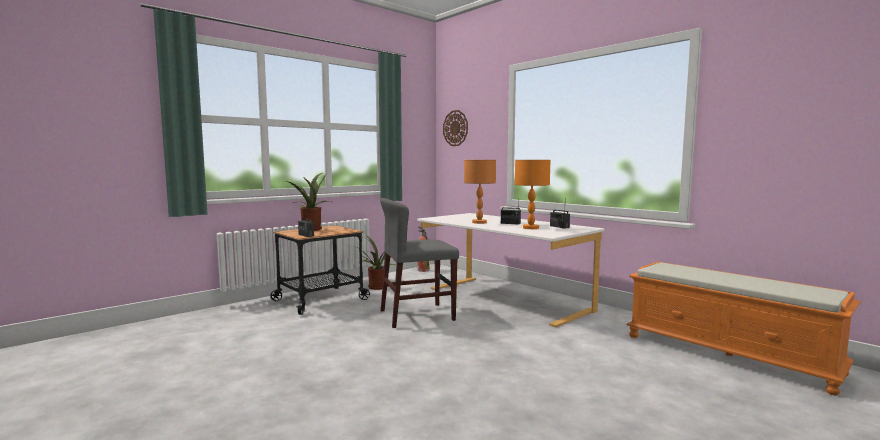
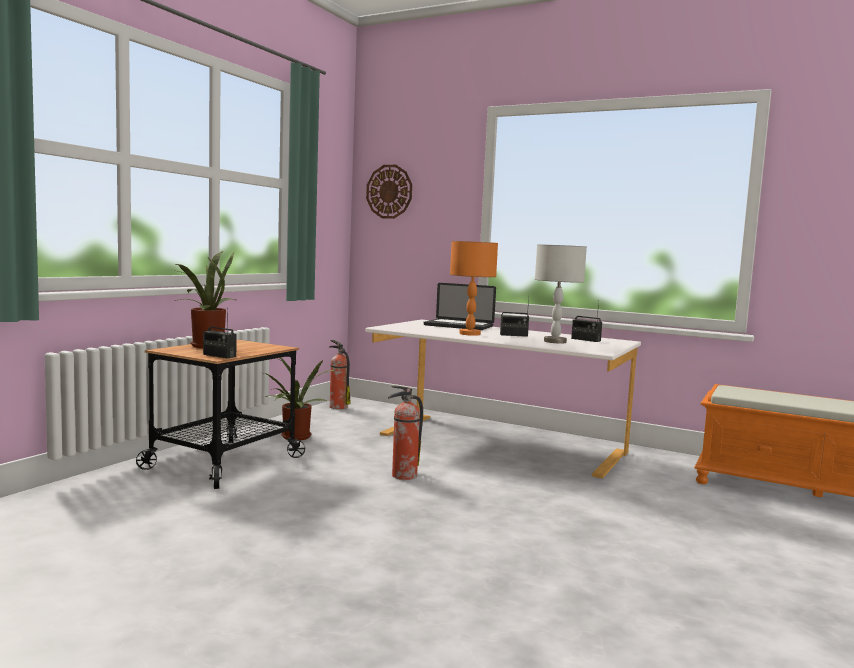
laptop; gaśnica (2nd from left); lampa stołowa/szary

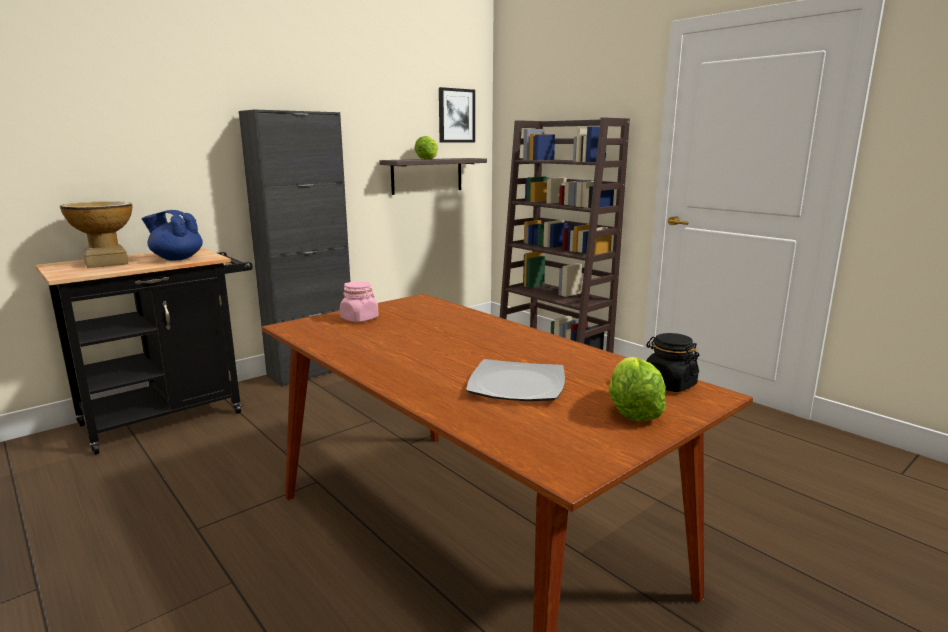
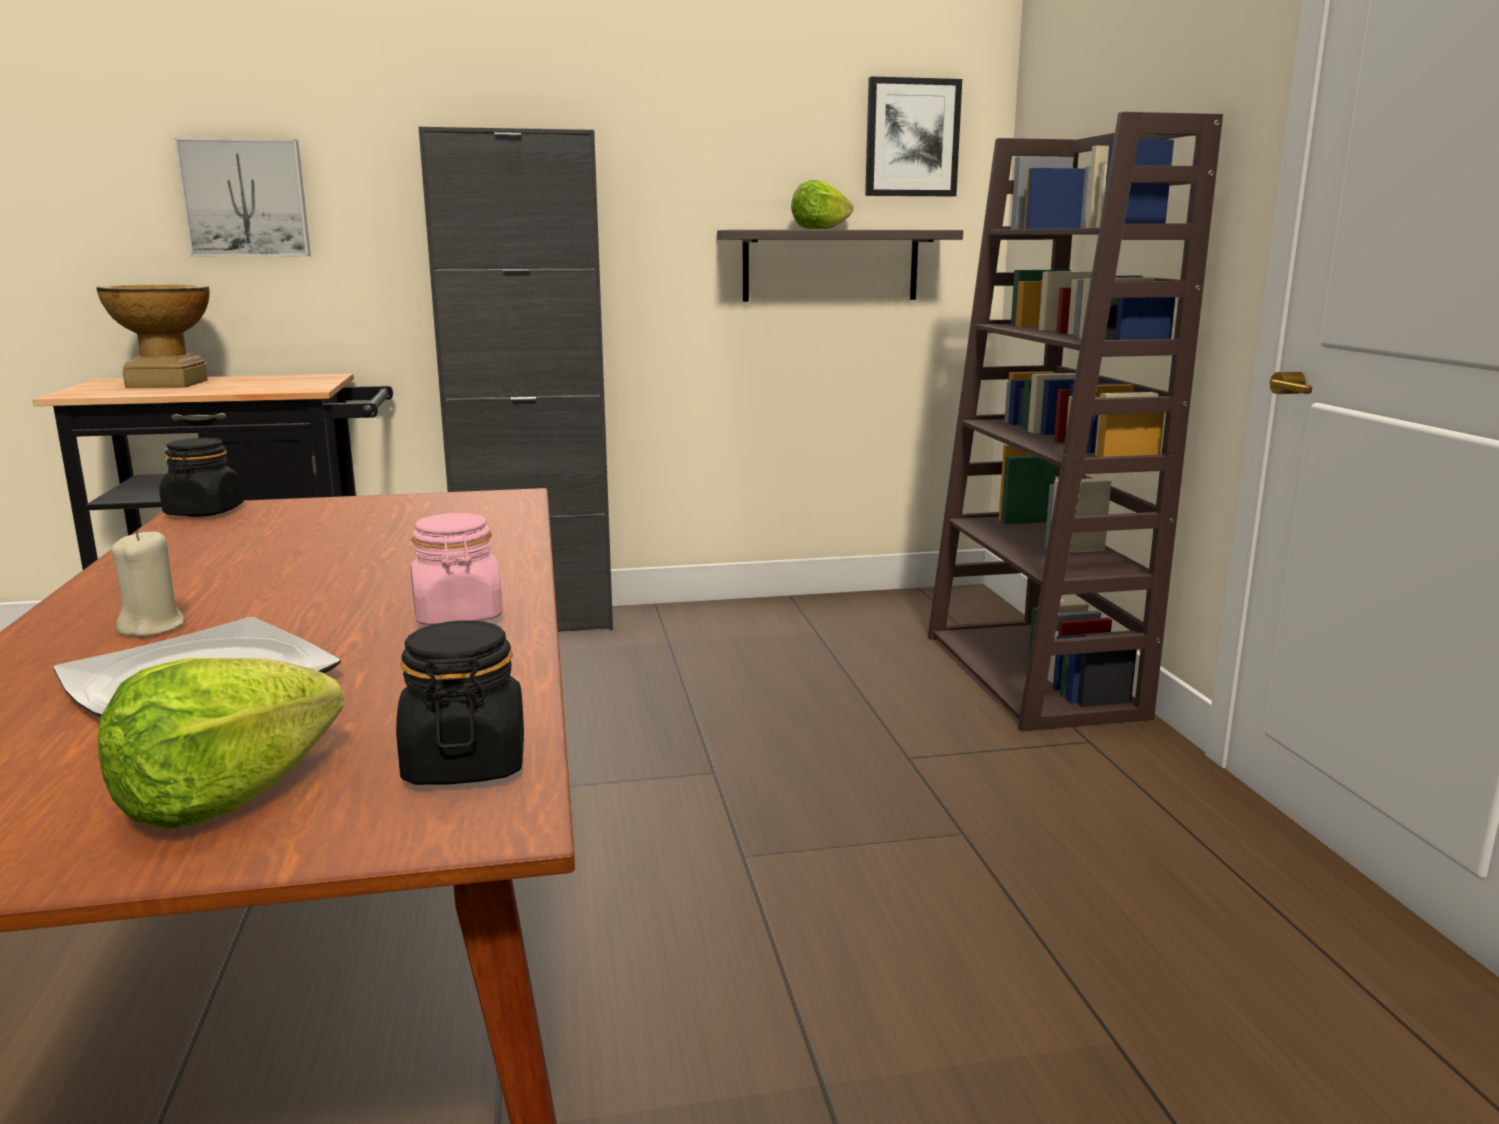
imbryk/niebieski; świeca/beżowy; słoik/czarny (1st from left); obraz (1st from left); słoik/różowy

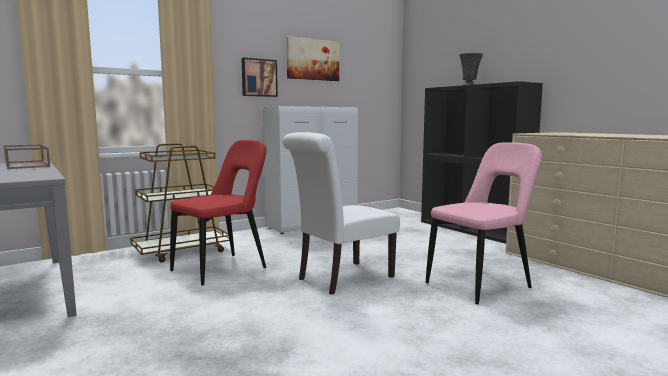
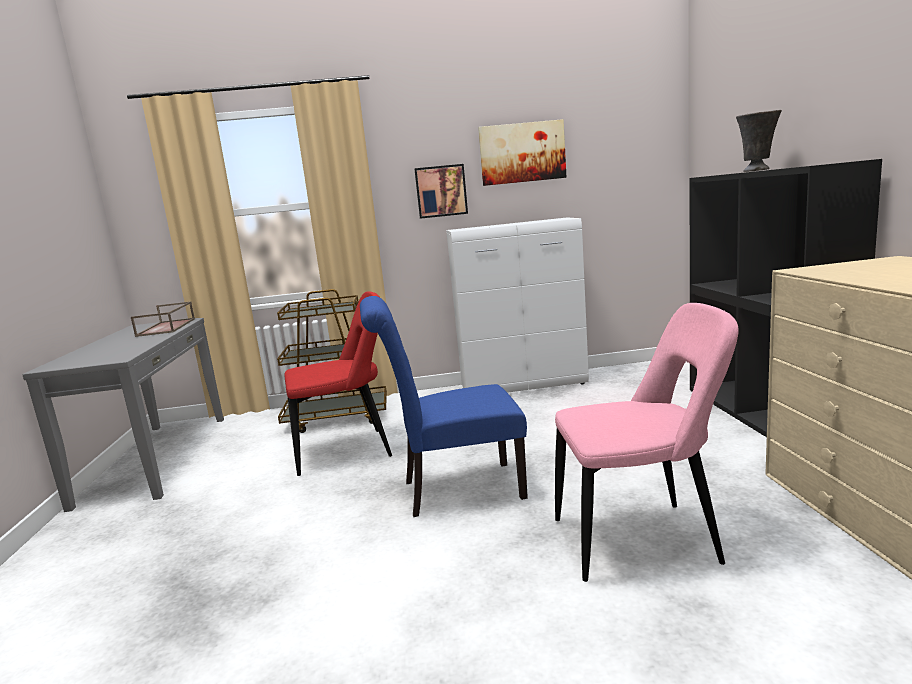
krzesło/niebieski

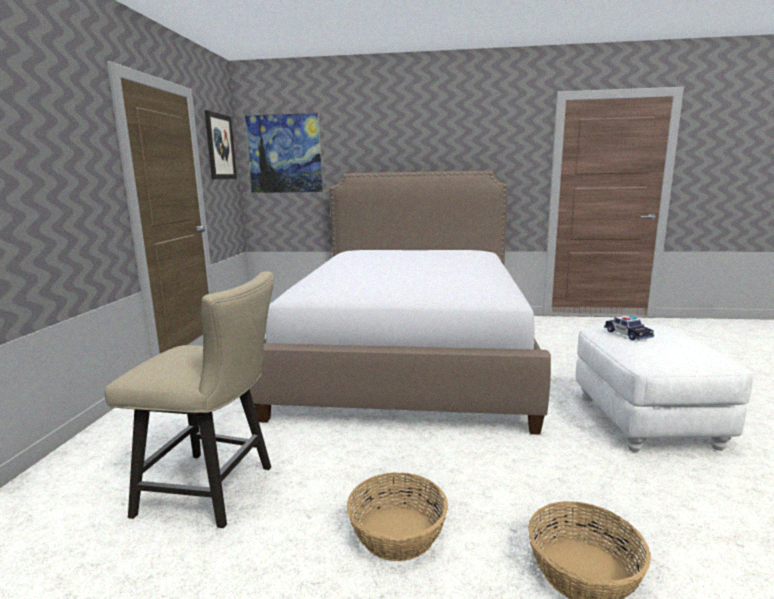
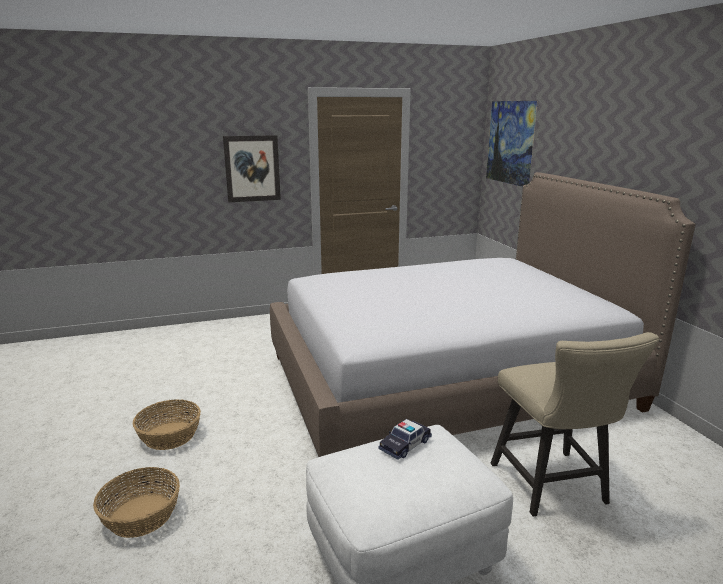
krzesło/beżowy; obraz (1st from left)

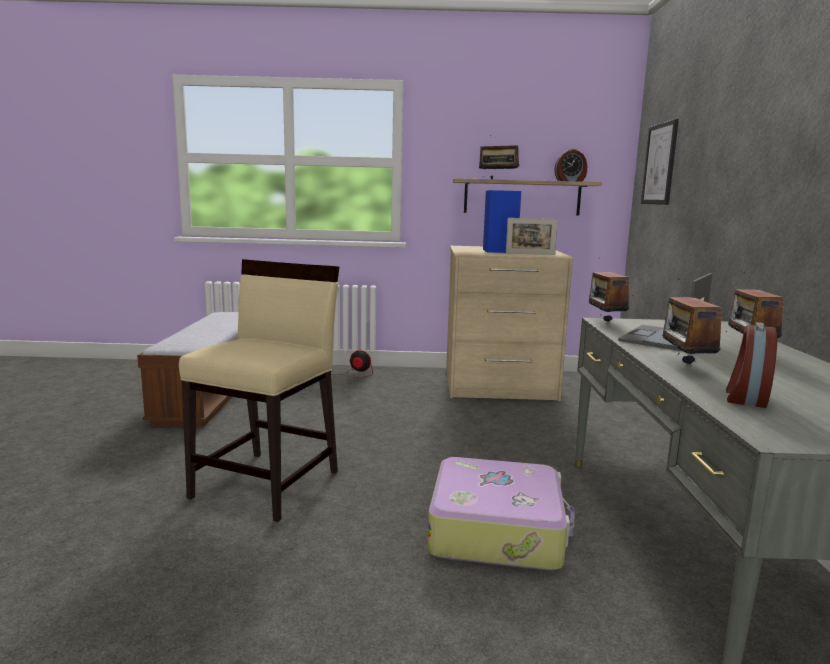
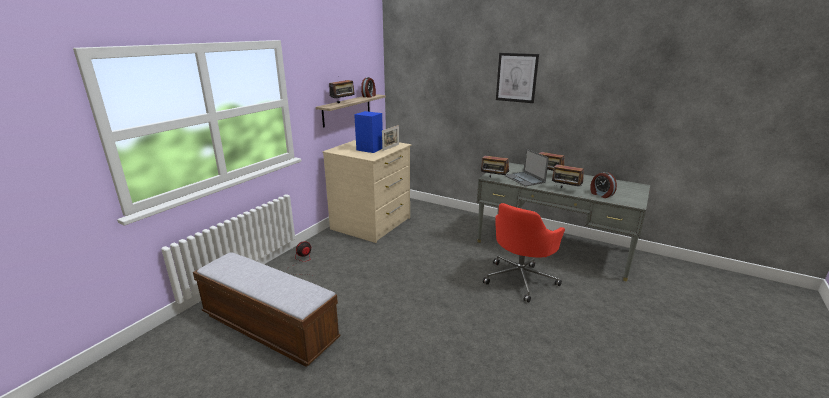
krzesło/beżowy; obraz; krzesło biurowe/czerwony

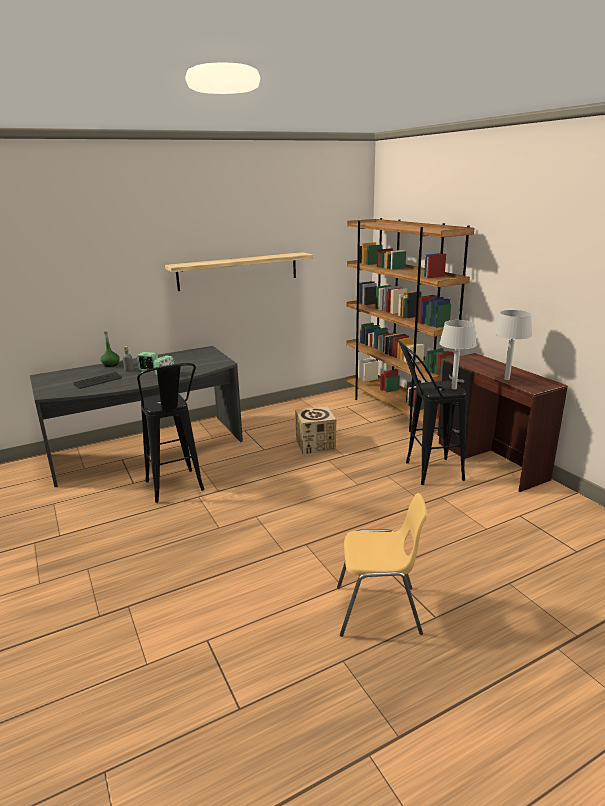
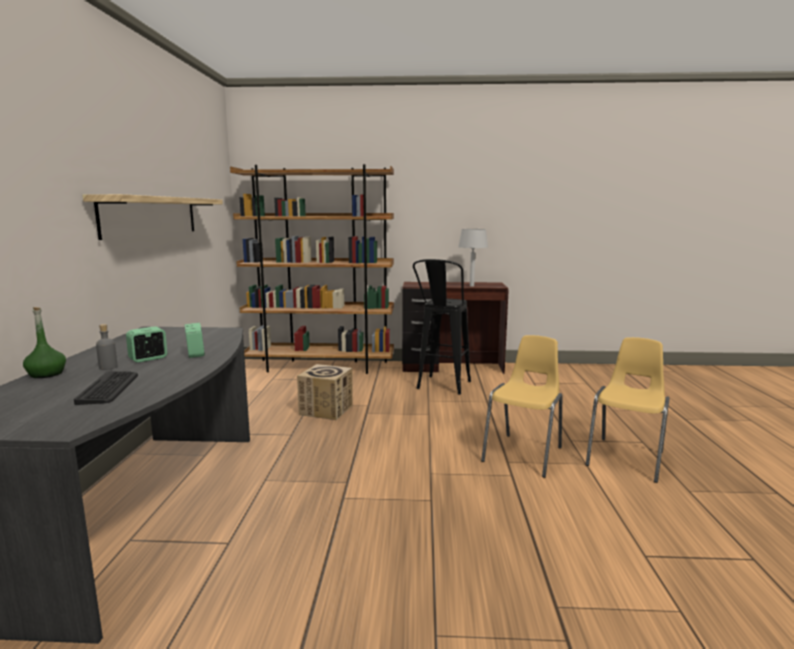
stołek/czarny (1st from left in the first image); lampa stołowa/szary (1st from left in the first image); krzesło/żółty (1st from left)

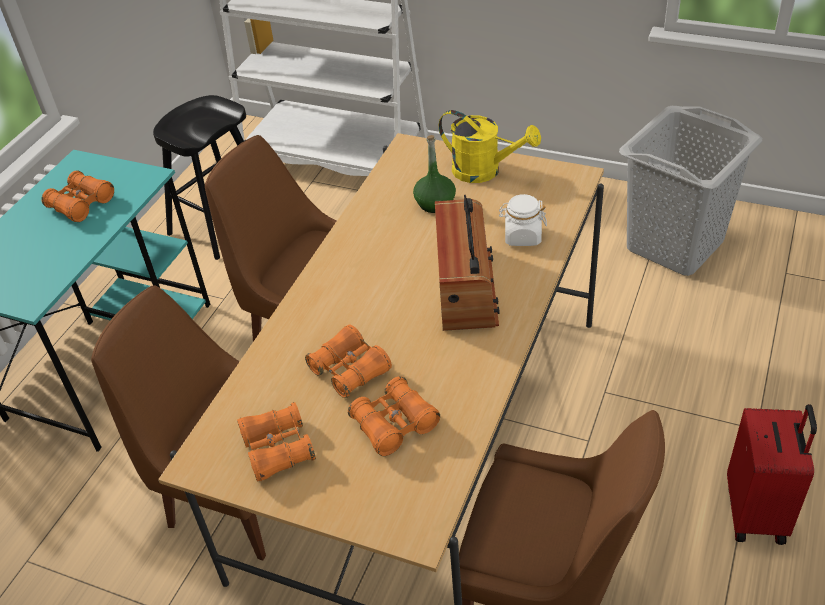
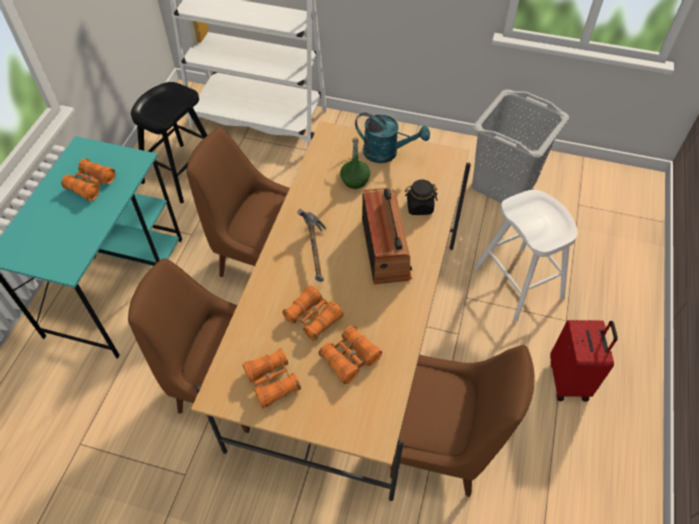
młotek; stołek/biały; konewka/turkusowy; słoik/czarny

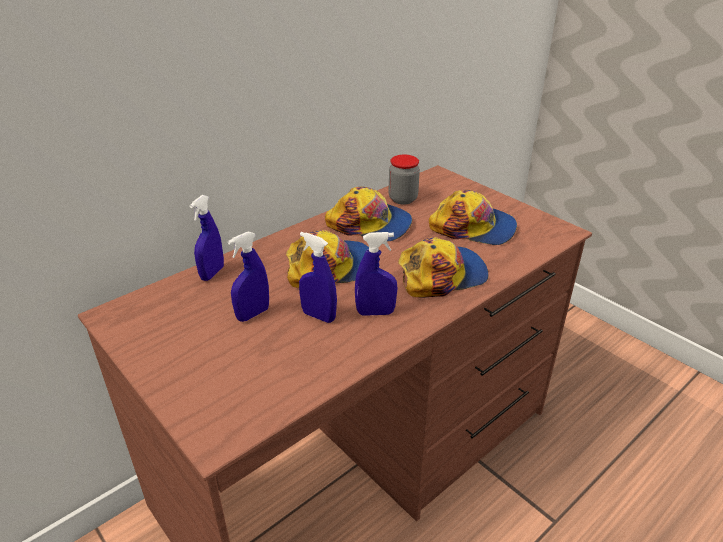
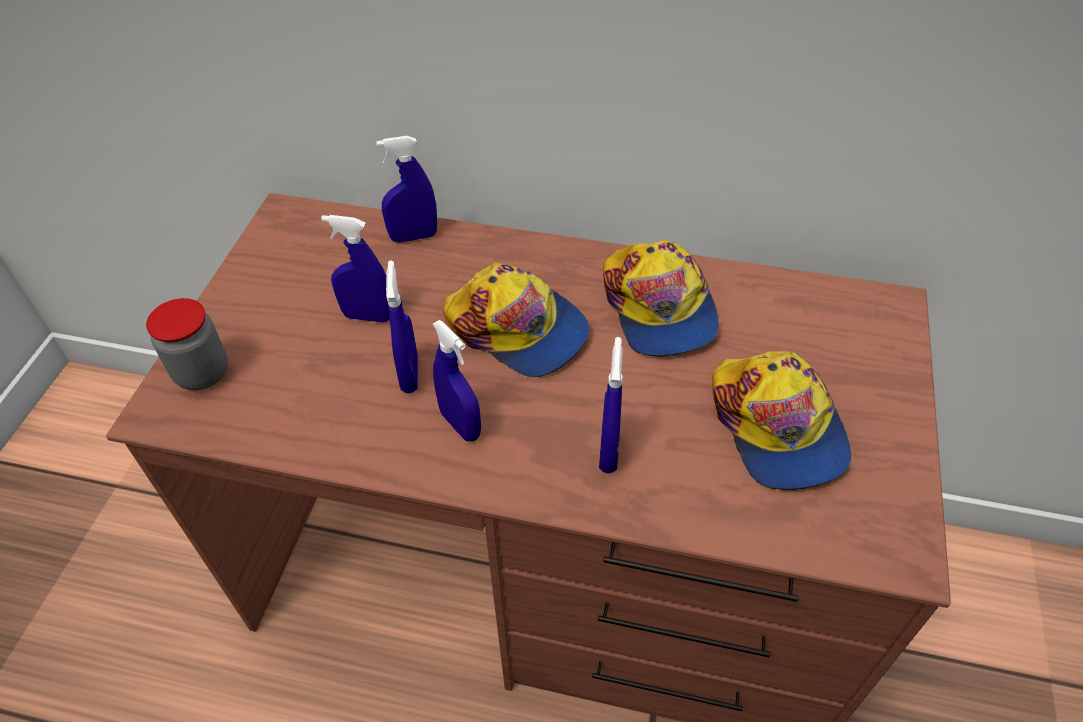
słoik; spryskiwacz/niebieski (5th from left)

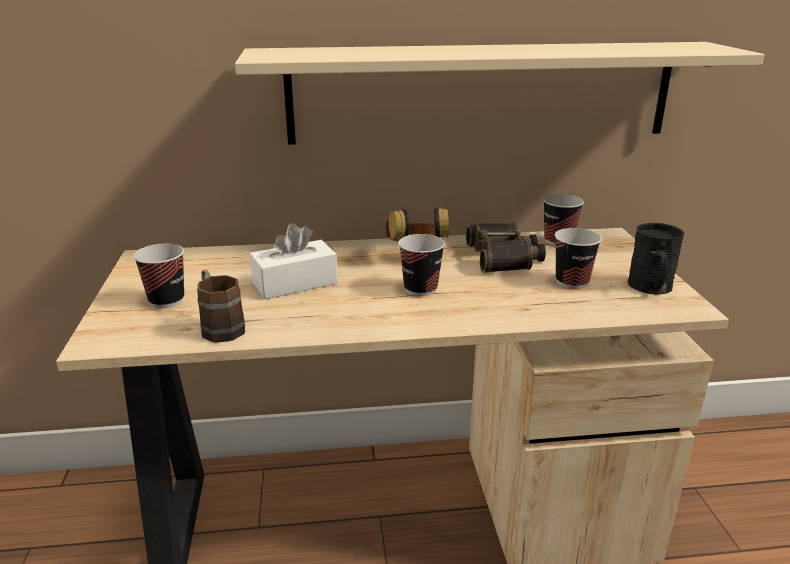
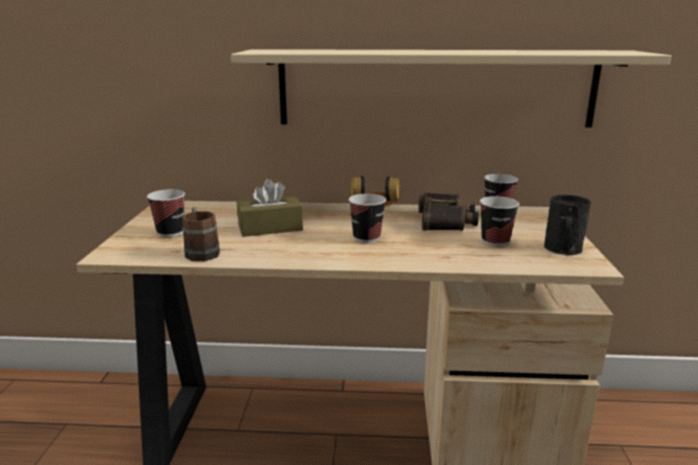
pudełko chusteczek/brązowy

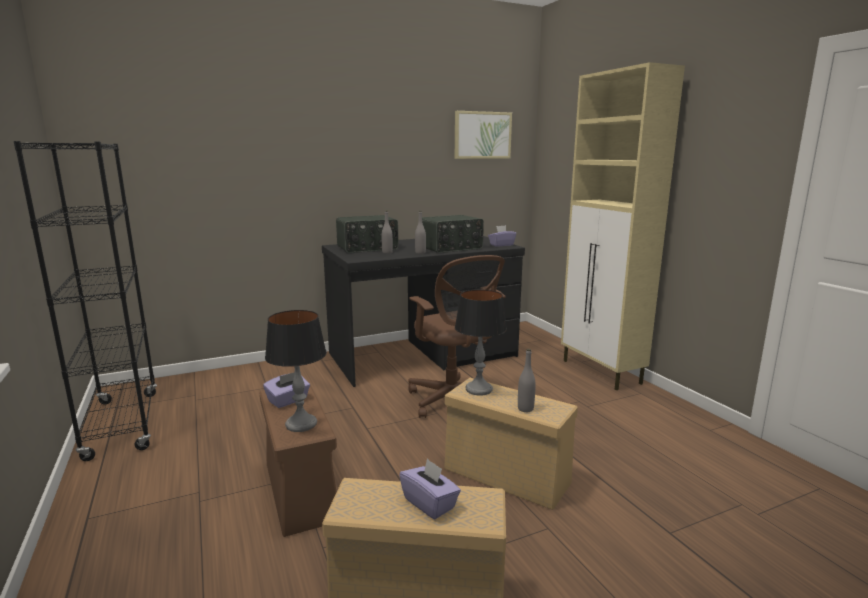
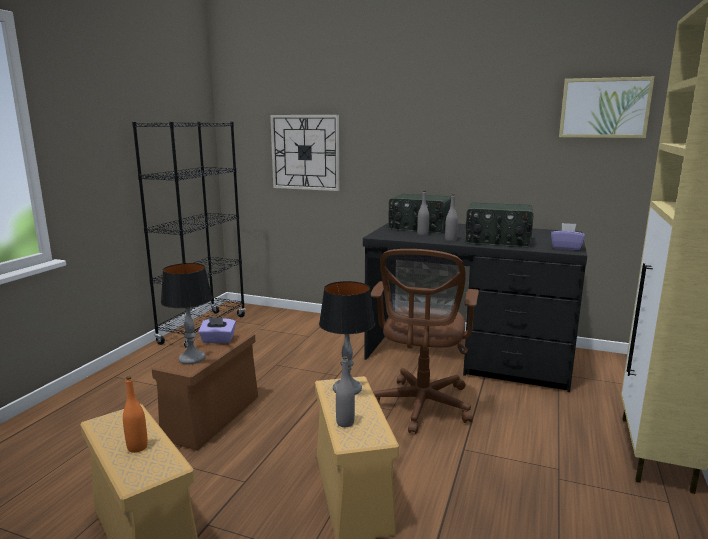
zegar ścienny; butelka/pomarańczowy

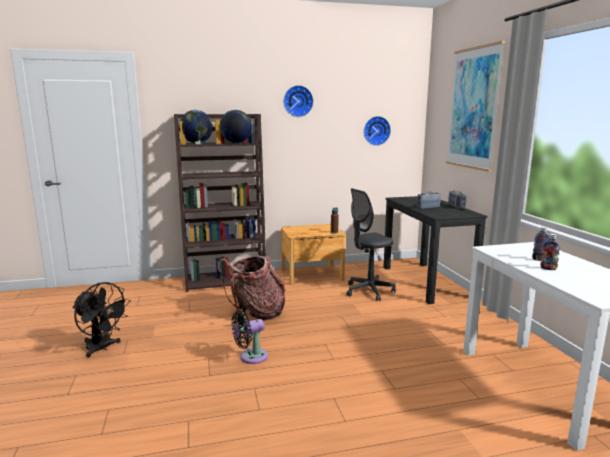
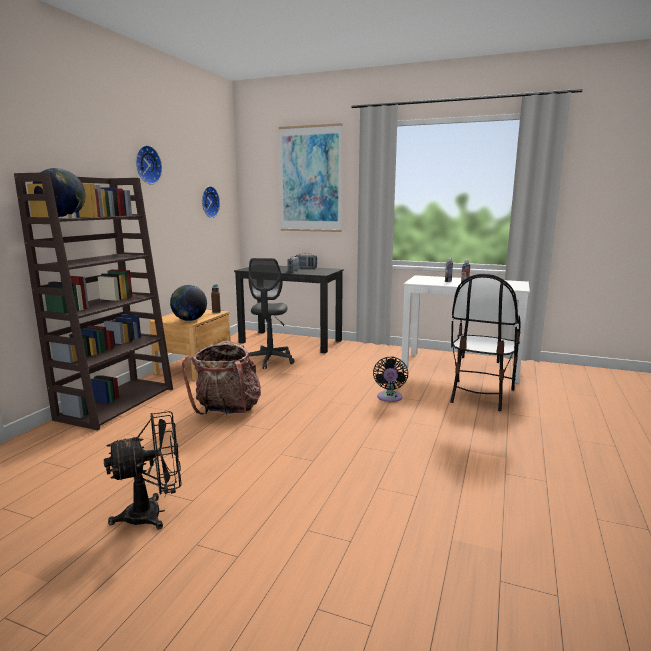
krzesło; globus (2nd from left); wentylator/czarny (2nd from left)

